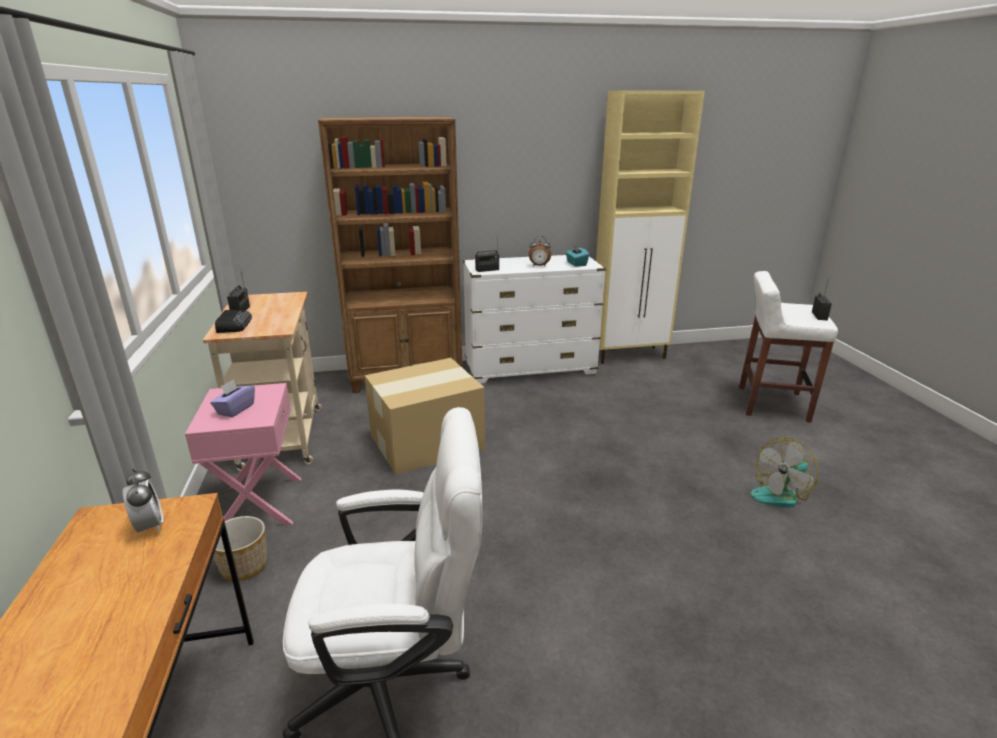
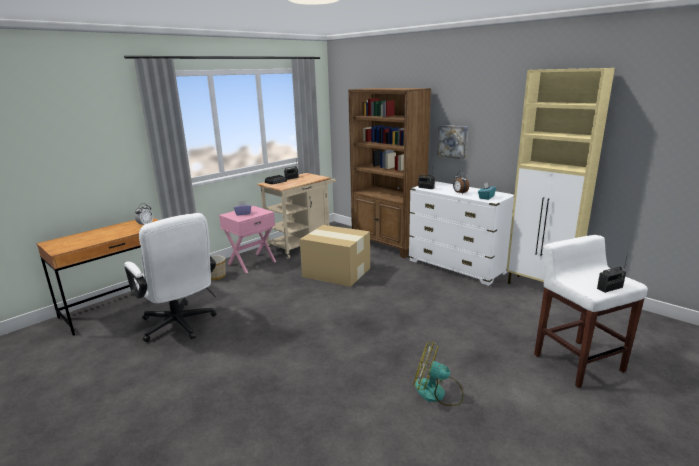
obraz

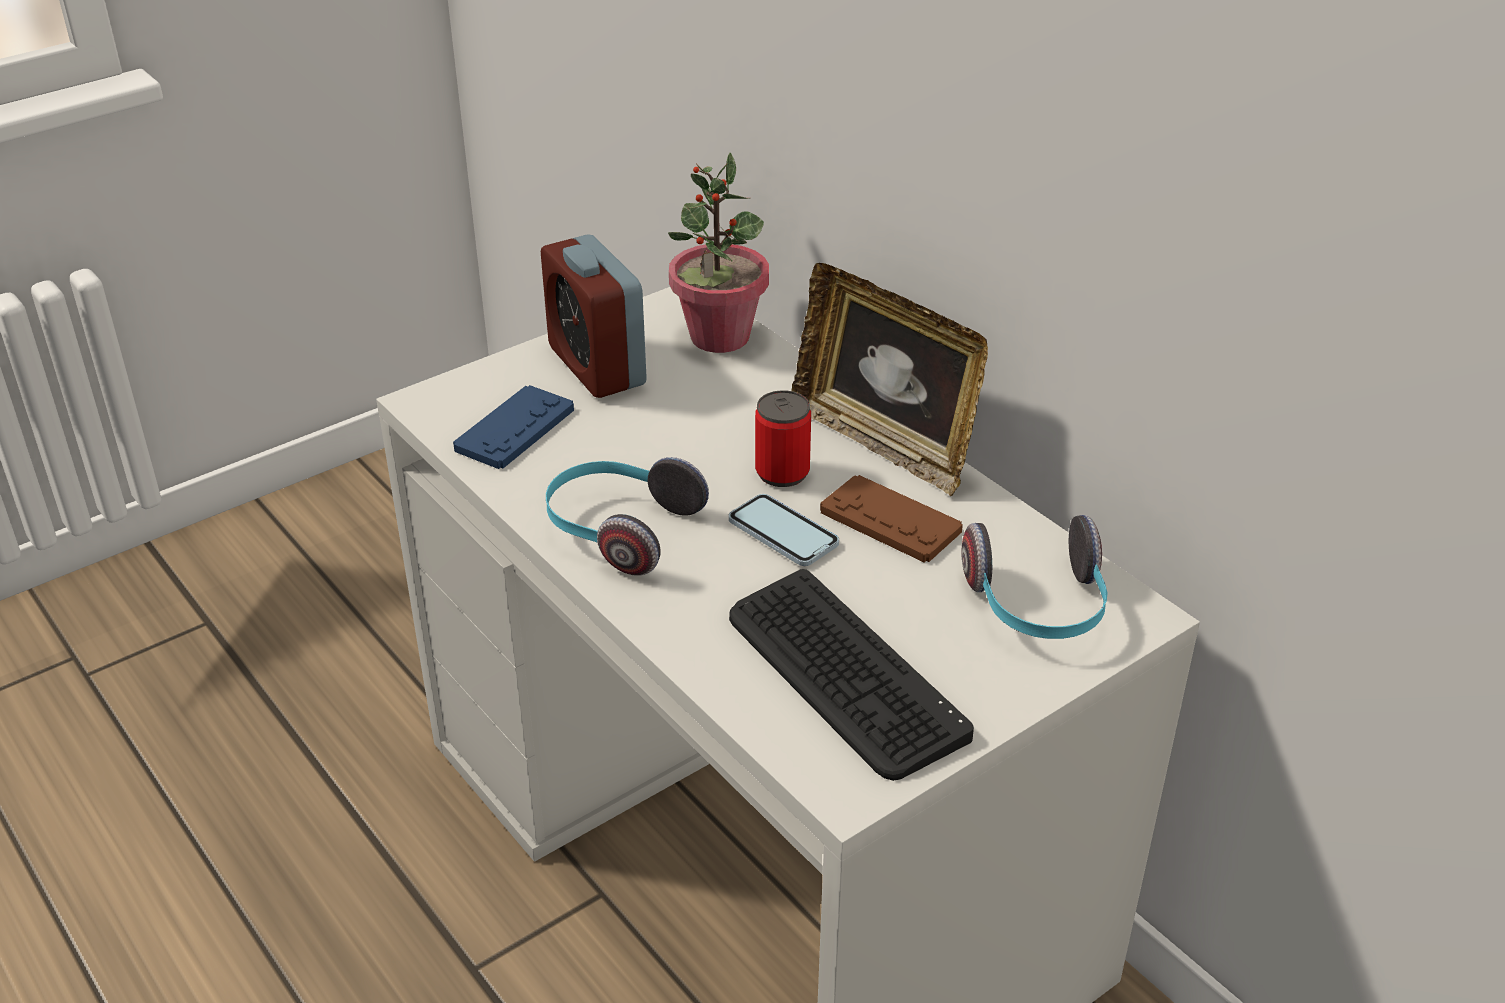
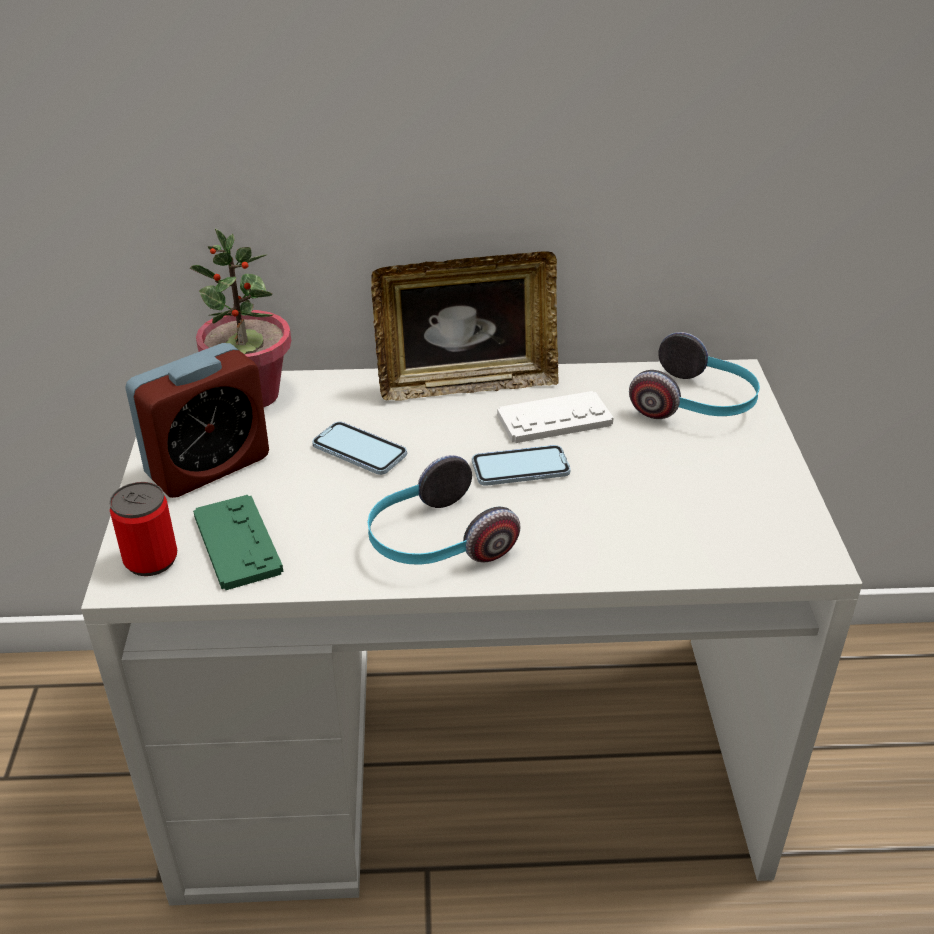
klawiatura; telefon (1st from left); puszka; pad do gier/zielony; pad do gier/biały; budzik

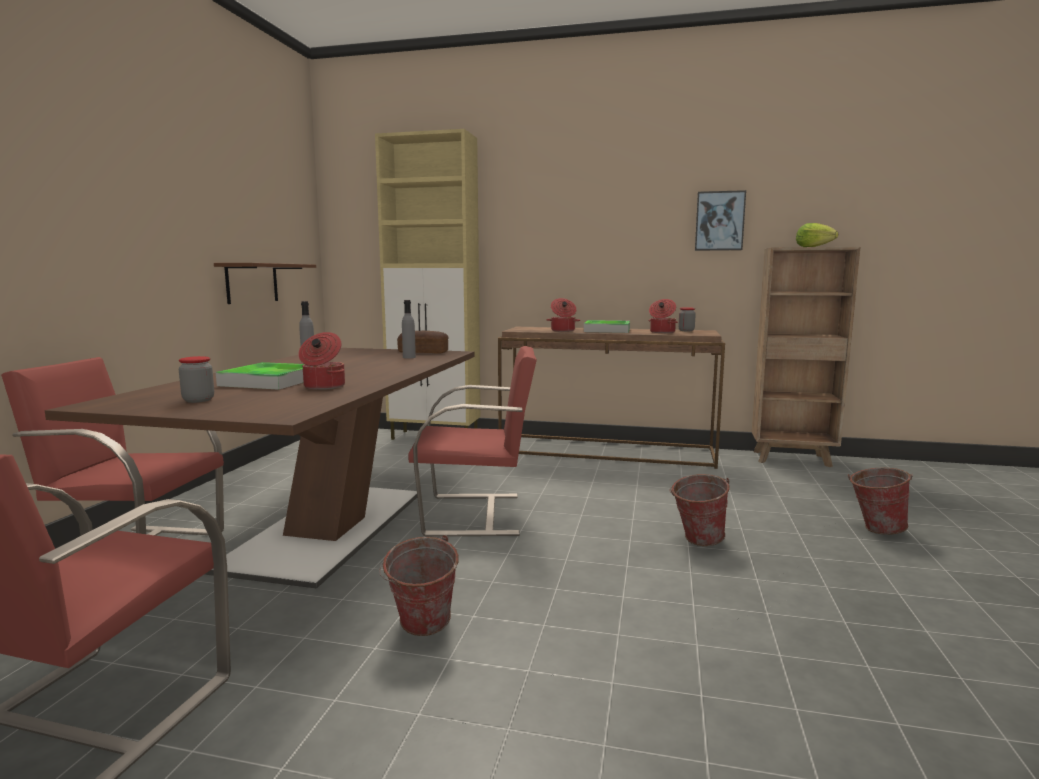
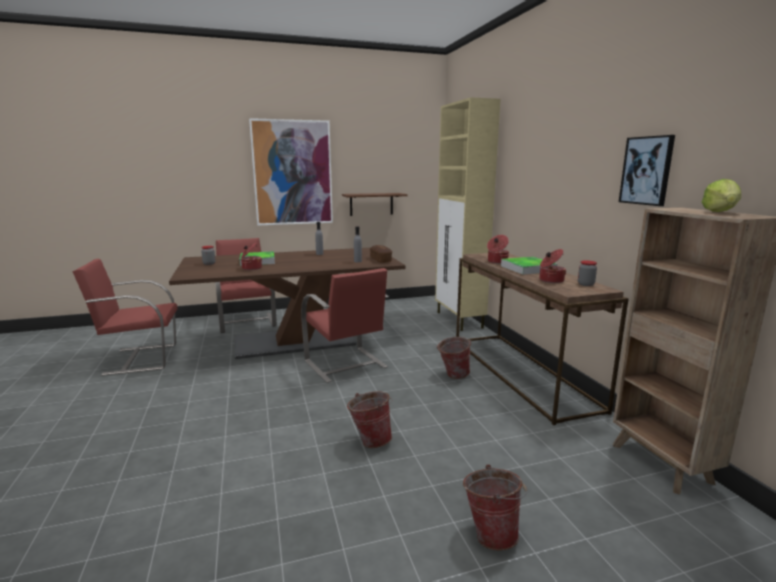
obraz (1st from left); wiadro (2nd from left)

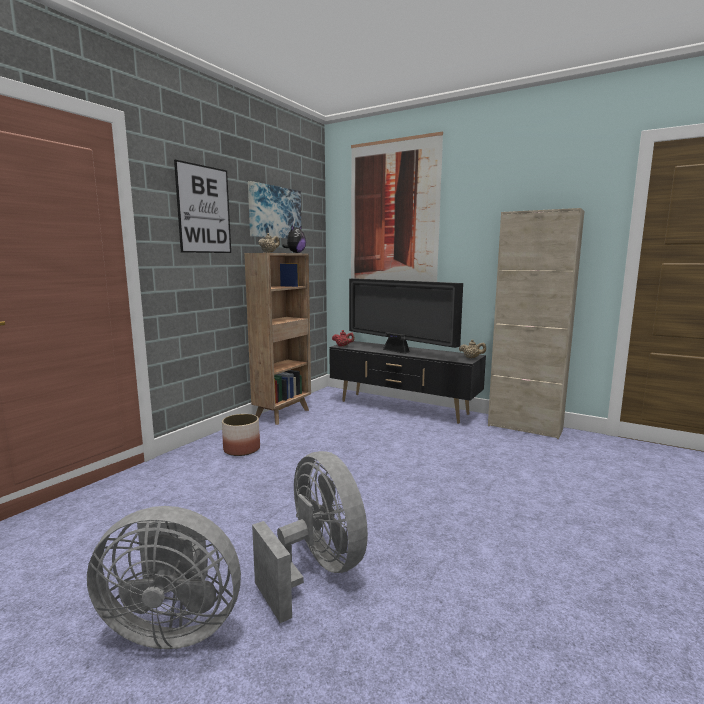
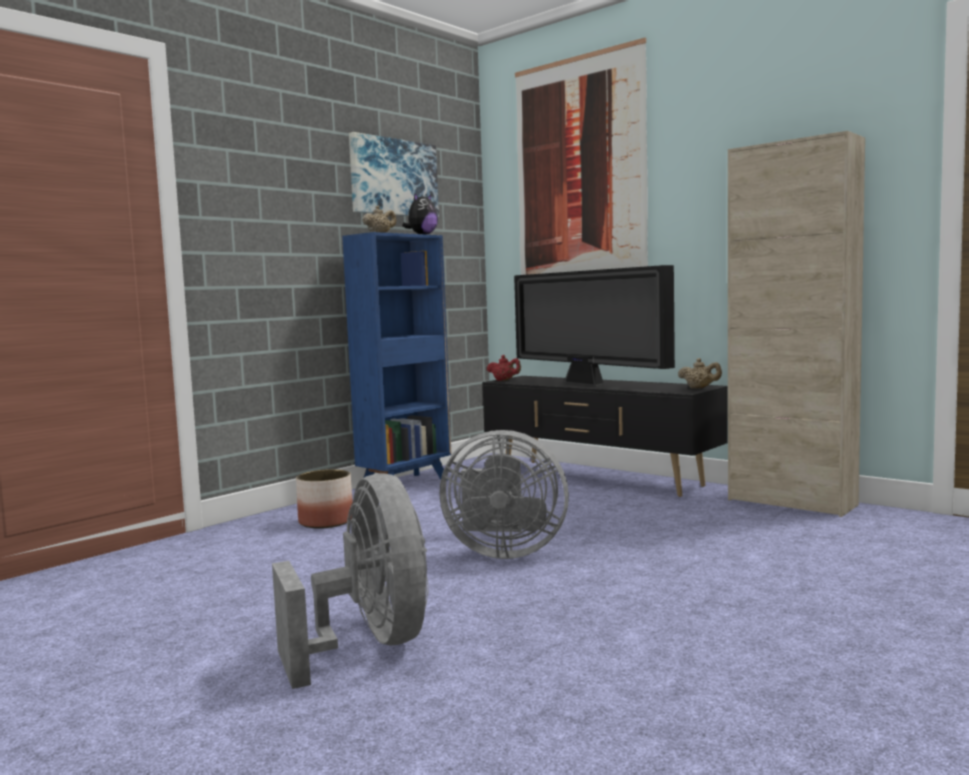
obraz (1st from left in the first image); wentylator/szary (2nd from left); regał/niebieski

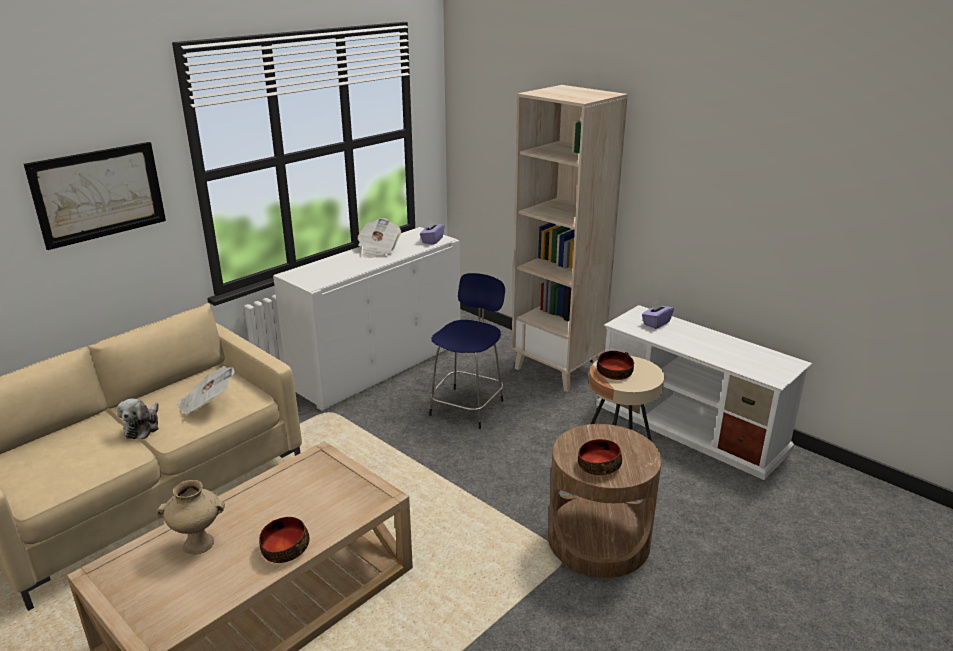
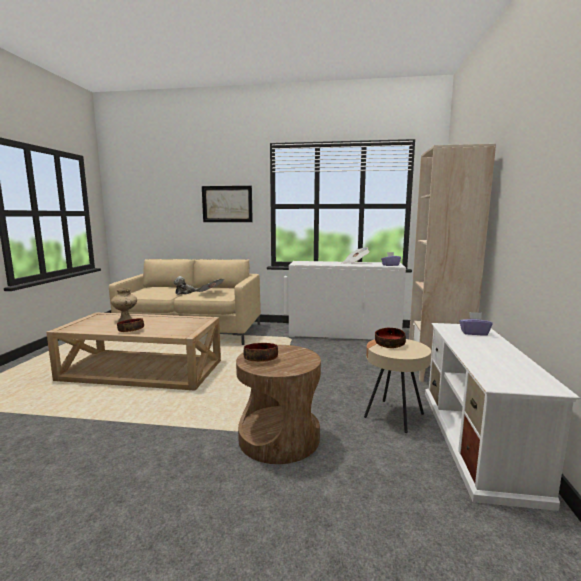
stołek/niebieski

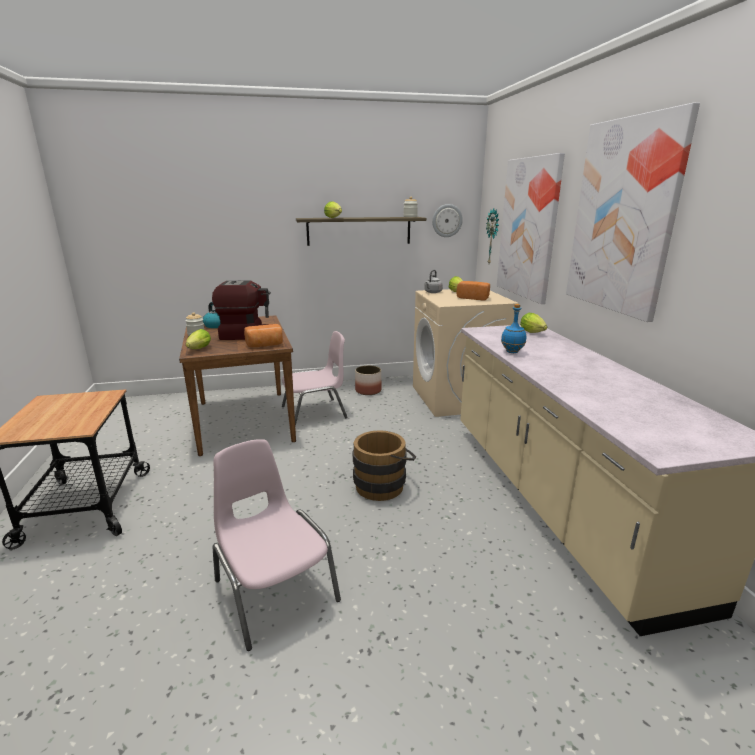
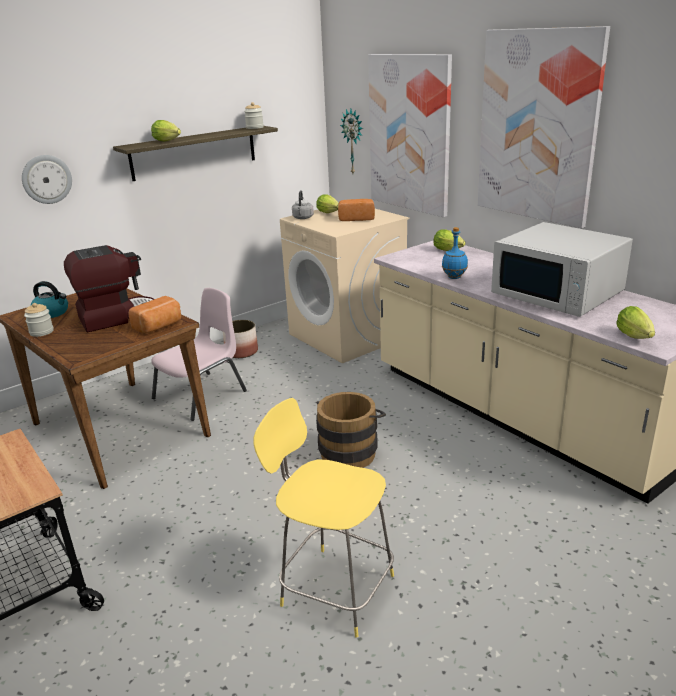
mikrofalówka/biały; sałata (4th from left); zegar ścienny (1st from left); stołek/żółty

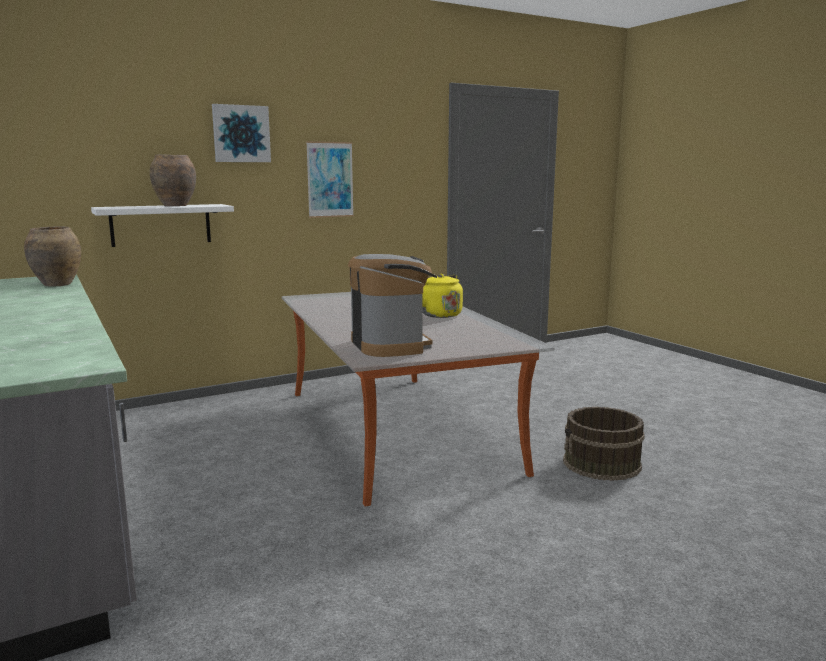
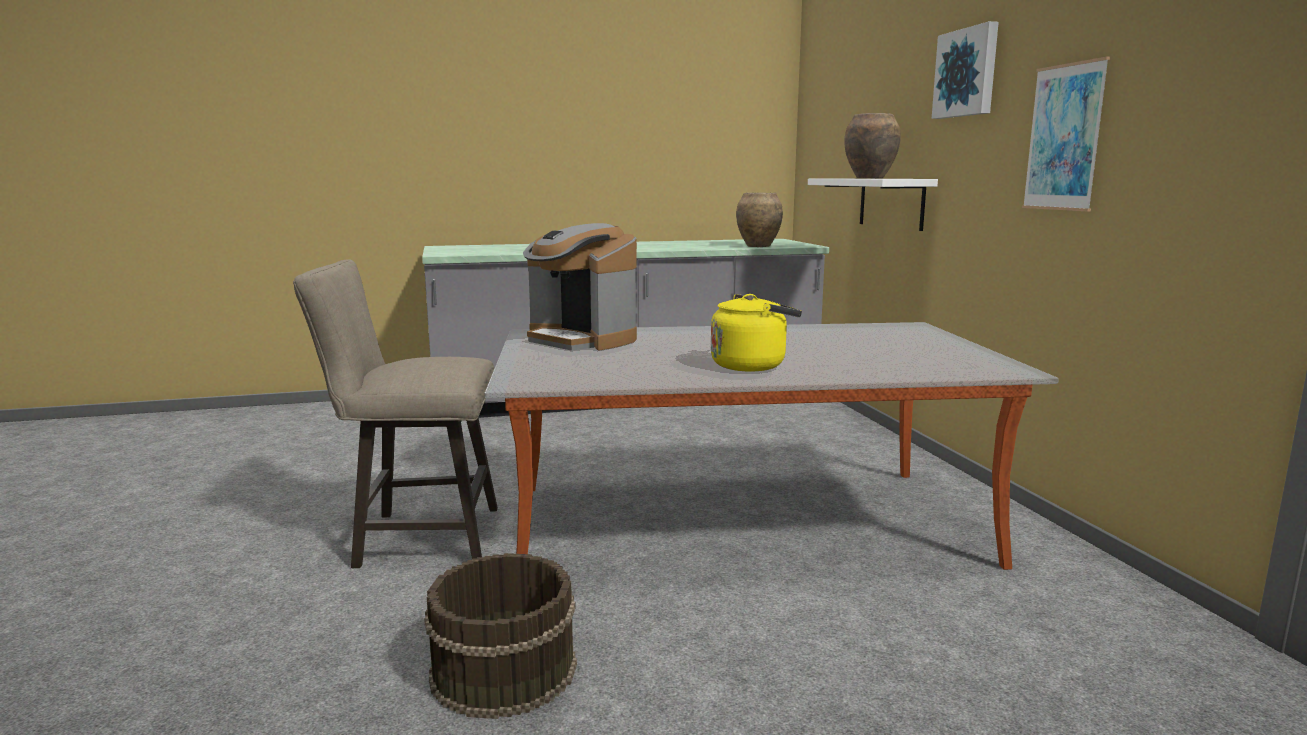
stołek/beżowy; ekspres do kawy

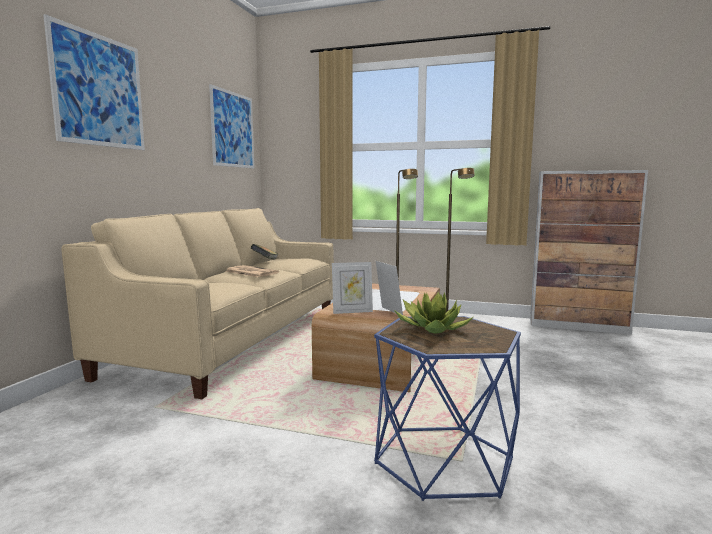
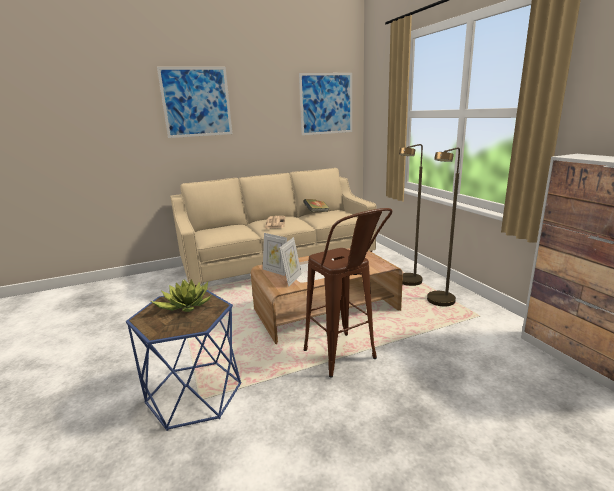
stołek/brązowy

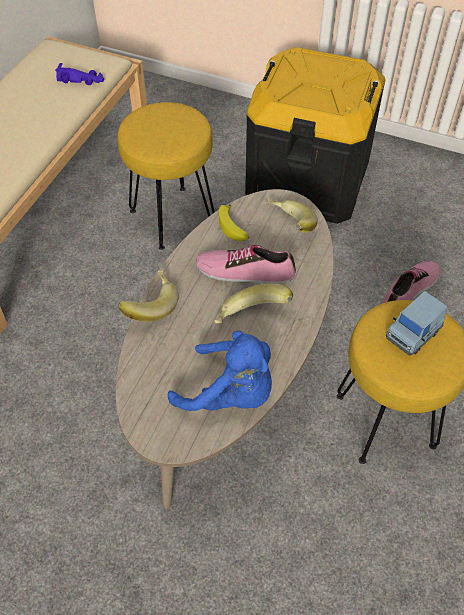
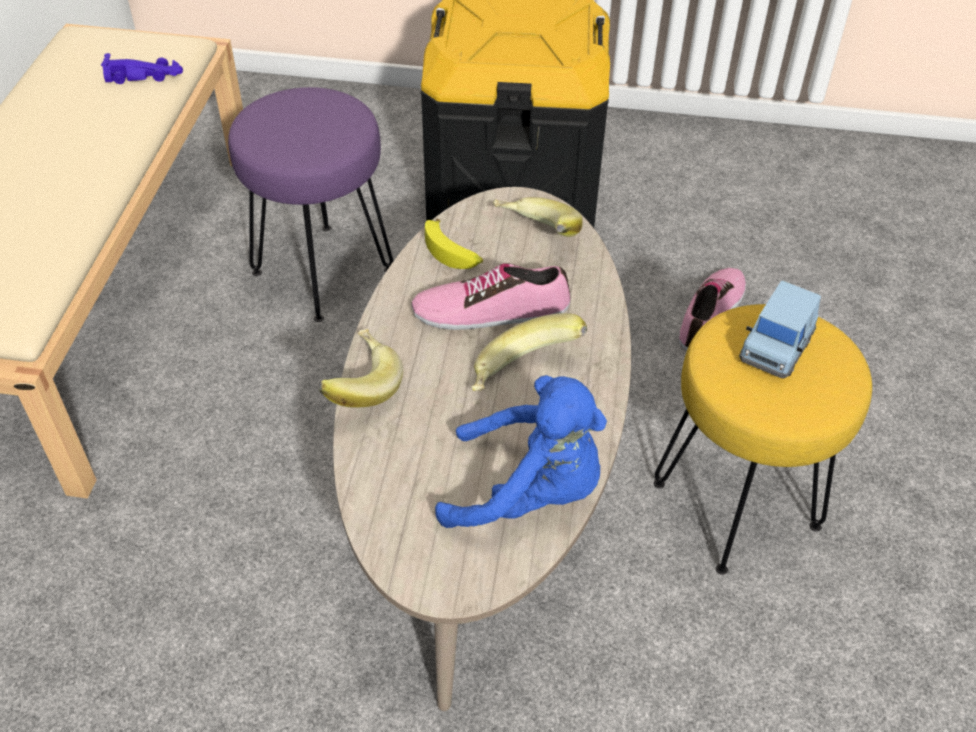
stołek/fioletowy

